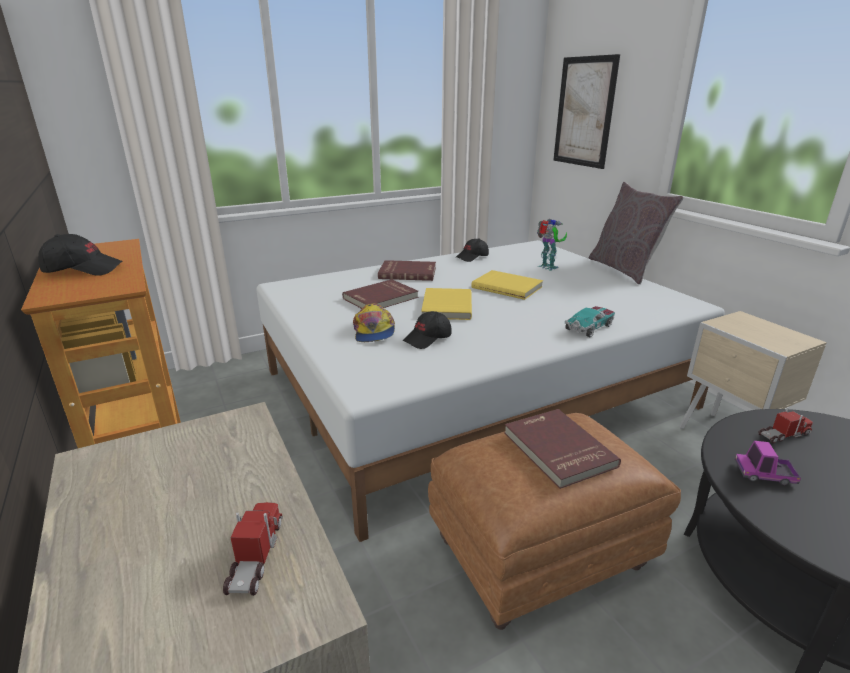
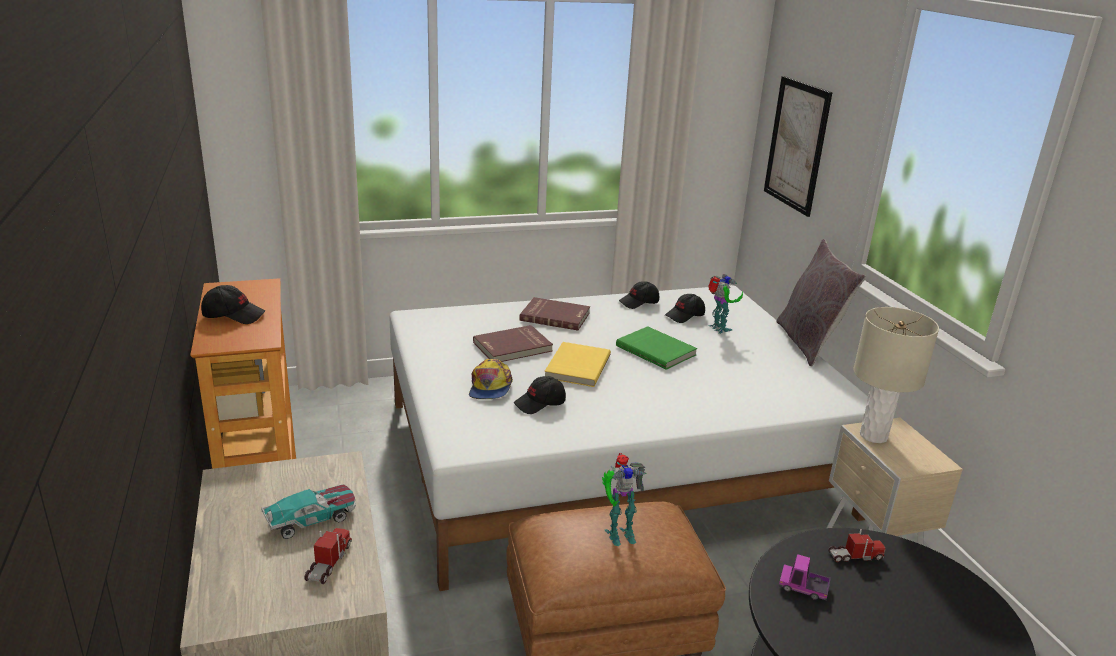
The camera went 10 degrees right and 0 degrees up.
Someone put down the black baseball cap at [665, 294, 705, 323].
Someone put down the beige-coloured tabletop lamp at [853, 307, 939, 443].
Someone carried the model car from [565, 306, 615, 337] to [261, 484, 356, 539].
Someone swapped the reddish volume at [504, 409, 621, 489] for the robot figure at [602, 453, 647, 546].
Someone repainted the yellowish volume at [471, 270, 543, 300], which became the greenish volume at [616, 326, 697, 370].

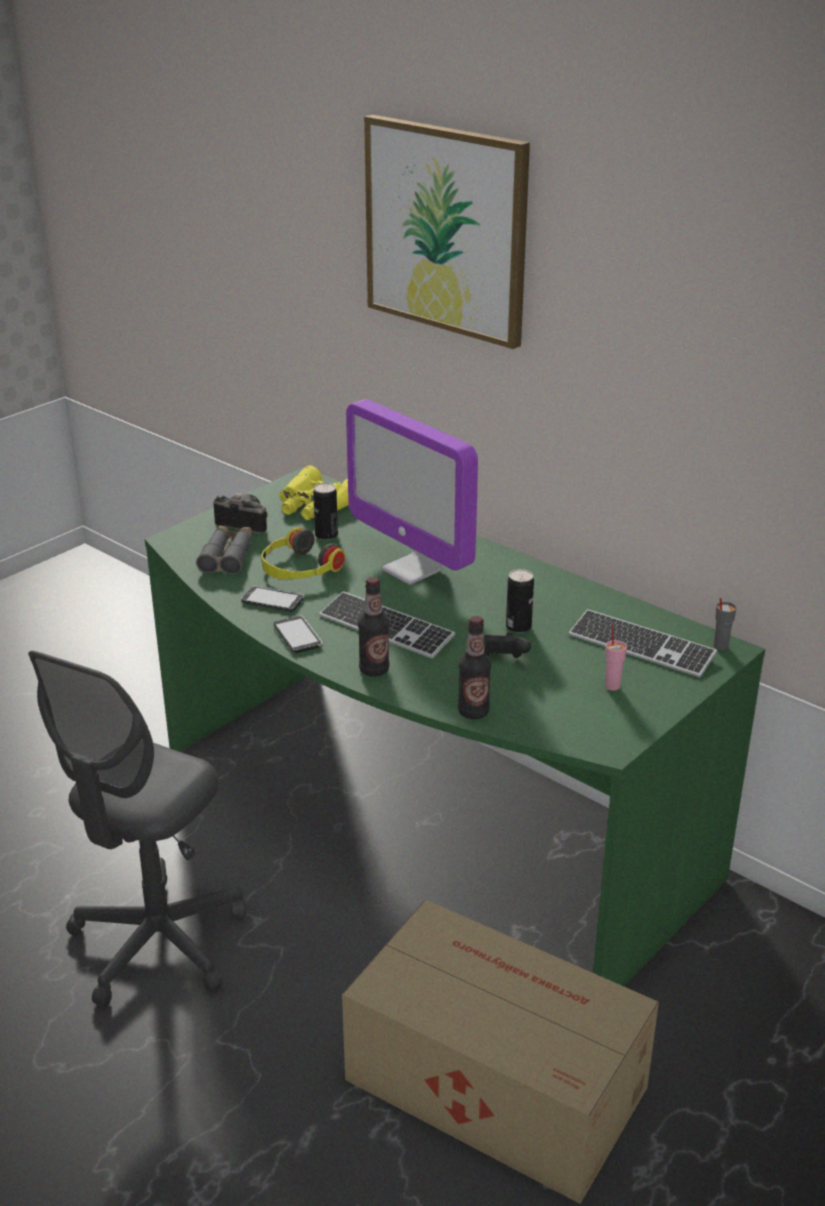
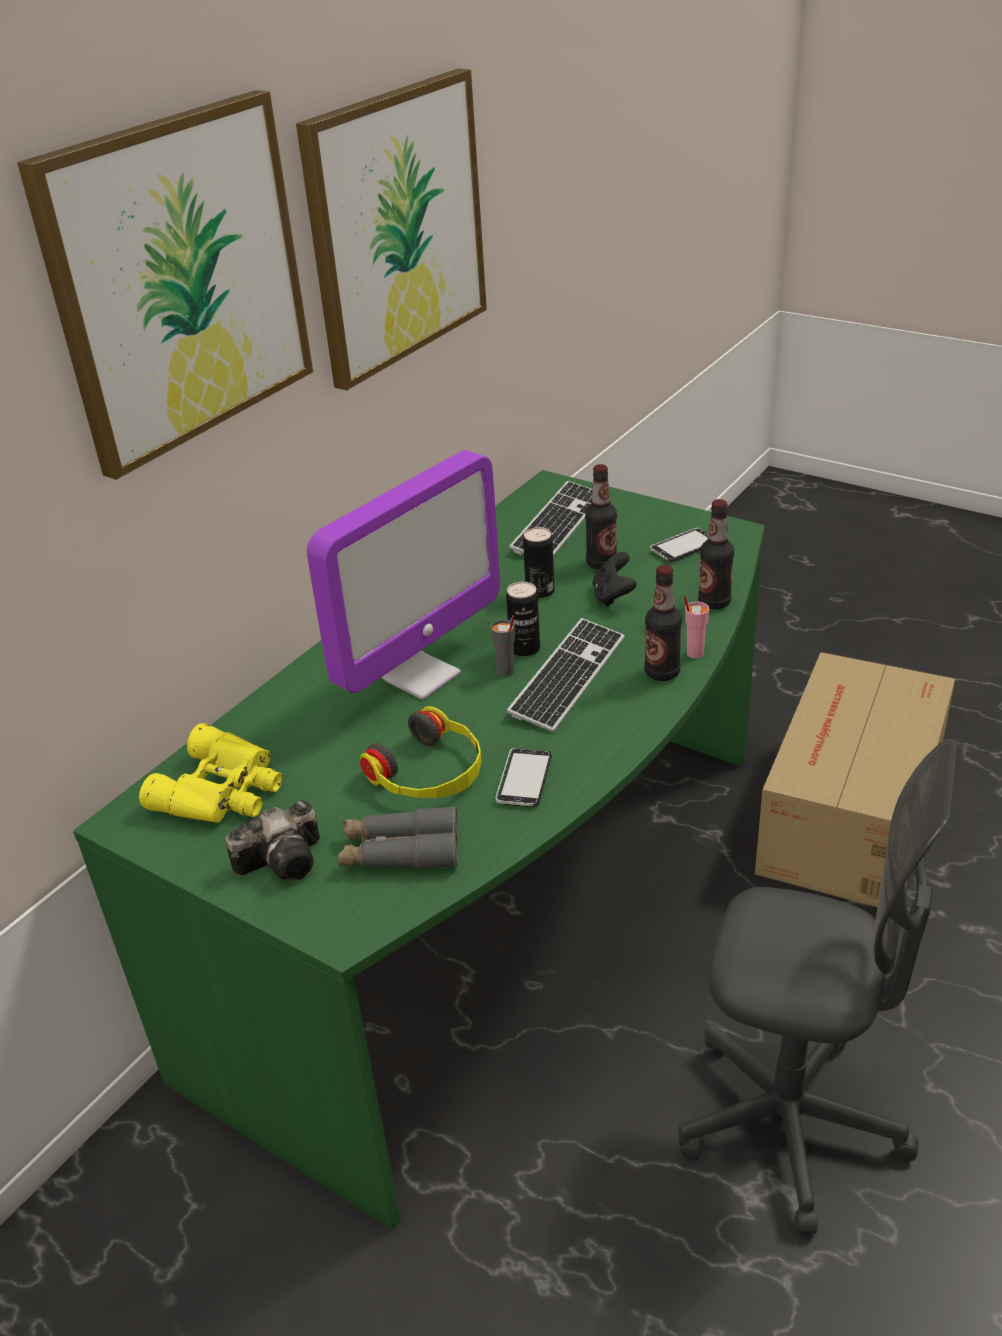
The camera went 95 degrees left and 5 degrees up.
Someone put up the wall picture at [296, 69, 487, 391].
Someone put down the bottle at [585, 464, 617, 570].
Someone carried the phone from [274, 616, 323, 653] to [650, 528, 708, 563].
Someone carried the sealed can from [313, 483, 338, 540] to [506, 582, 540, 657].
Someone carried the pink small cup from [605, 625, 627, 691] to [684, 596, 709, 658].
Someone carried the gray small cup from [714, 597, 737, 650] to [491, 615, 515, 677].
Someone rotated the still camera at [213, 493, 268, 533] by 135 degrees counterclockwise.

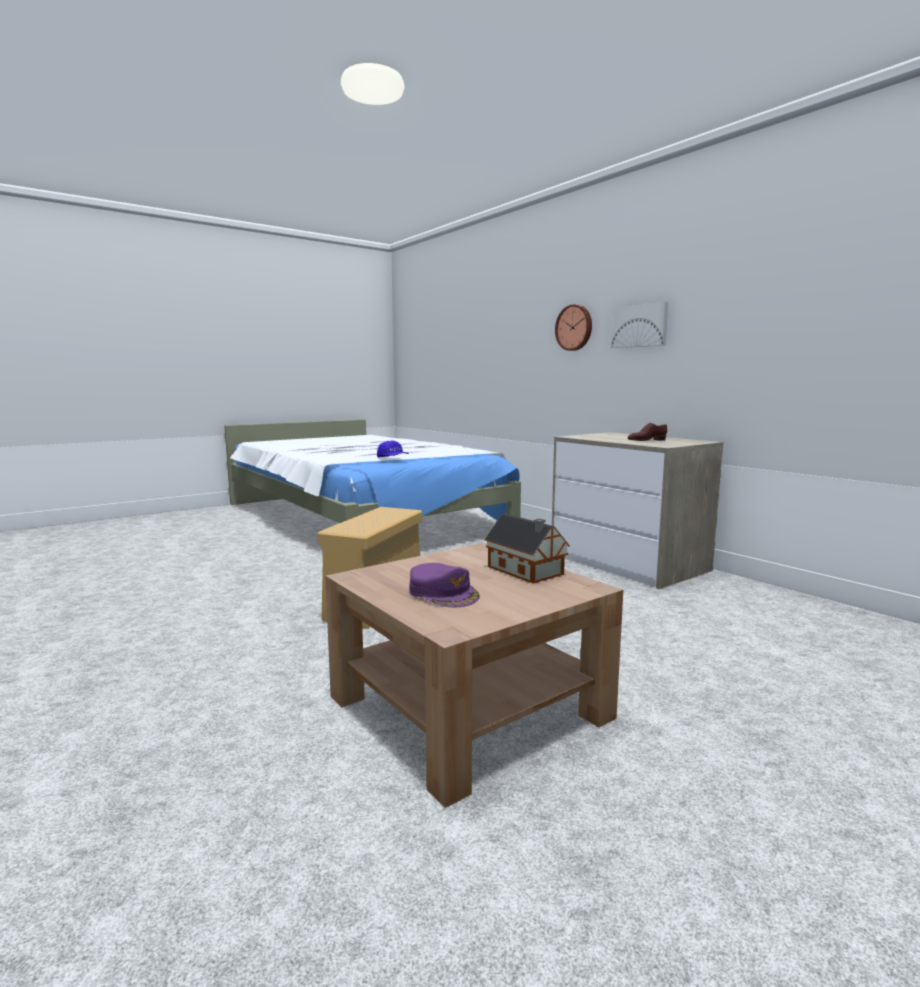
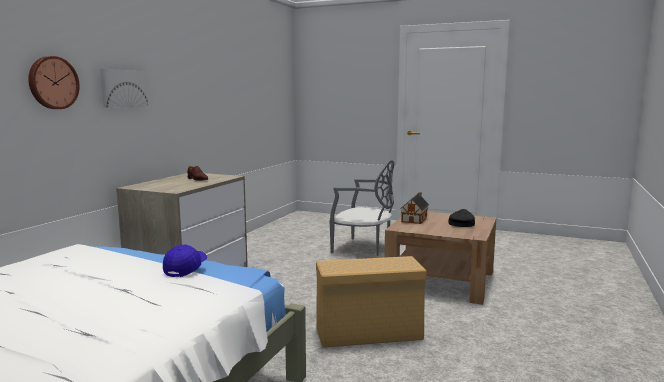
The camera went 120 degrees left and 0 degrees up.
Someone put down the gray chair at [330, 160, 395, 256].
Someone repainted the purple-coloured baseball cap at [409, 563, 480, 607], which became the black baseball cap at [448, 209, 475, 227].

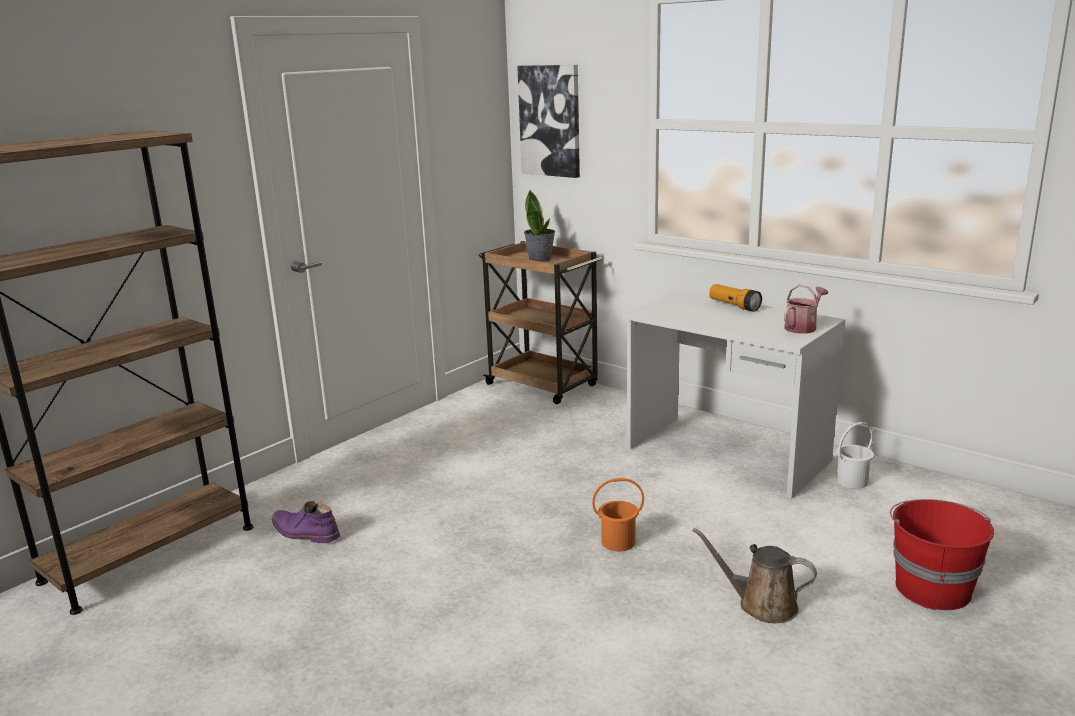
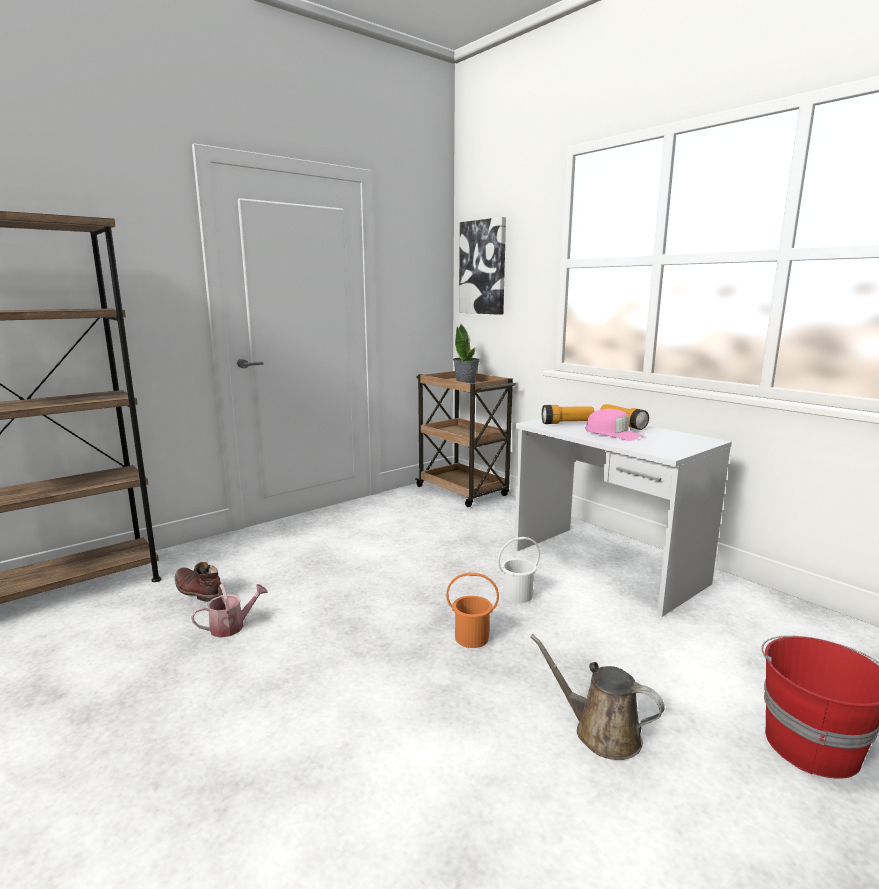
The camera went 10 degrees right and 5 degrees down.
Someone put down the torch at [542, 405, 594, 424].
Someone put down the pink baseball cap at [585, 409, 644, 441].
Someone carried the watering can from [784, 285, 828, 334] to [191, 584, 268, 638].
Someone carried the white bucket from [836, 422, 874, 489] to [498, 537, 540, 603].
Someone repainted the purple-coloured high-top boot at [272, 501, 340, 543], which became the brown high-top boot at [175, 562, 223, 602].

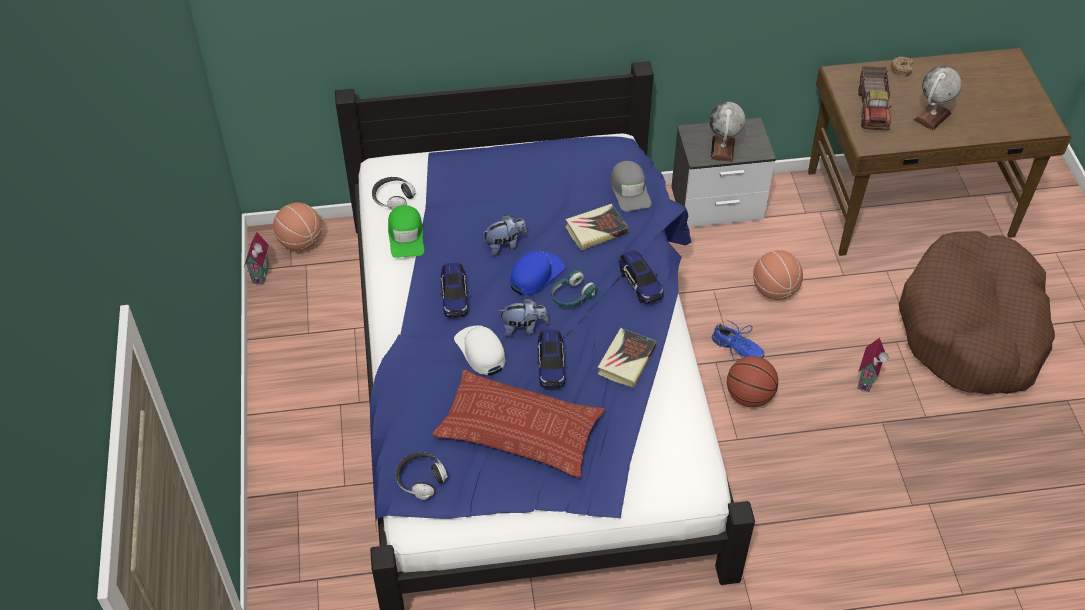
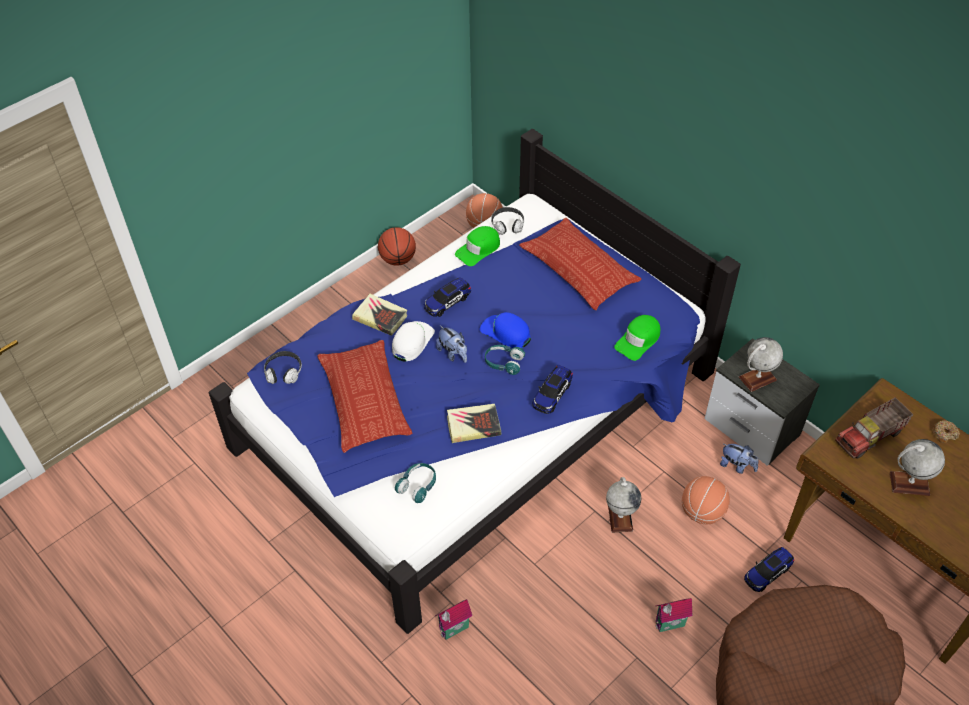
The camera went 55 degrees right and 0 degrees up.
Someone put down the turquoise headset at [395, 463, 436, 503].
Someone put down the cushion at [519, 218, 641, 310].
Someone carried the toy house from [244, 232, 269, 285] to [435, 599, 472, 640].
Someone carried the soft toy from [483, 215, 527, 256] to [720, 443, 759, 474].
Someone carried the model car from [537, 330, 566, 389] to [744, 547, 795, 592].
Someone carried the volume from [565, 204, 629, 251] to [352, 294, 407, 336].
Someone carried the basketball ball from [727, 356, 778, 407] to [378, 227, 416, 266].
Someone swapped the blue-coloured shoe at [712, 320, 765, 358] for the desk globe at [606, 477, 641, 533].
Someone repainted the gray baseball cap at [611, 161, 652, 211], which became the greenish baseball cap at [614, 315, 660, 361].
Someone rotated the blue-coloured baseball cap at [510, 251, 565, 295] by 150 degrees counterclockwise.

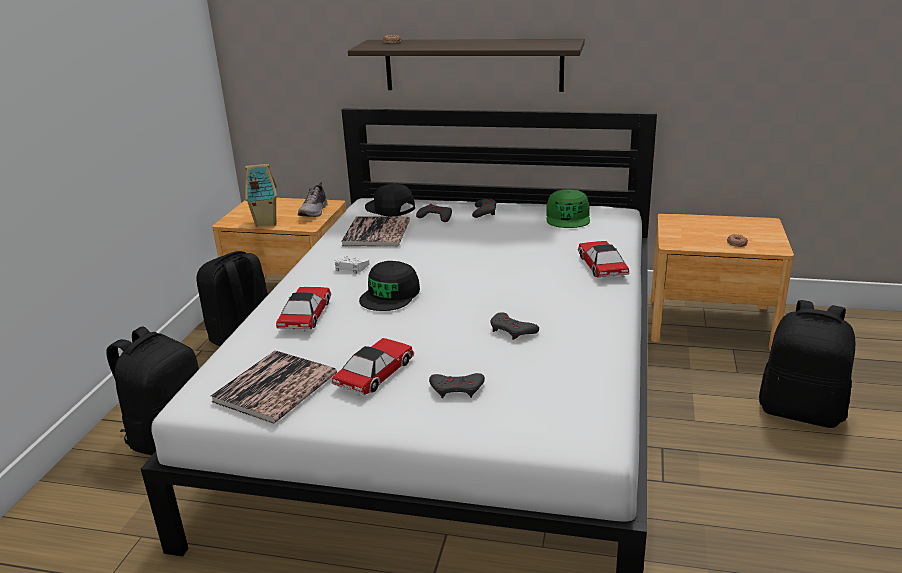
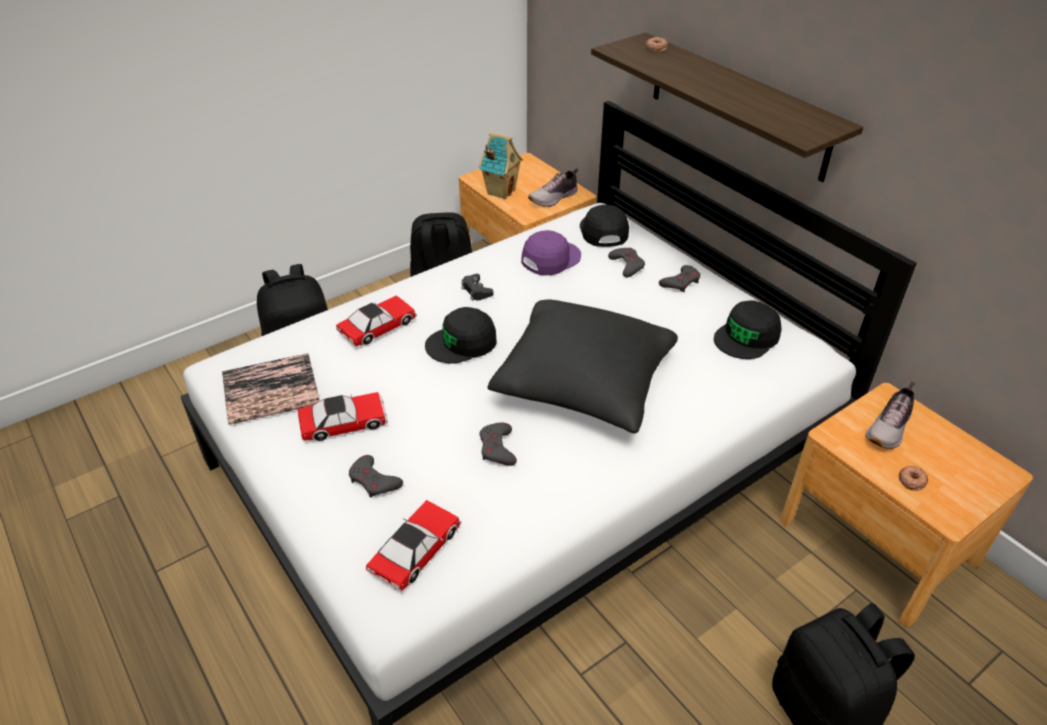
The camera went 40 degrees right and 15 degrees up.
Someone put down the black cushion at [488, 299, 678, 433].
Someone put down the shoe at [865, 382, 915, 449].
Someone carried the model car from [578, 241, 629, 278] to [366, 500, 461, 591].
Someone swapped the volume at [341, 216, 410, 247] for the purple-coloured baseball cap at [521, 230, 581, 275].
Someone repainted the white joypad at [335, 256, 369, 274], which became the black joypad at [461, 274, 493, 301].
Someone repainted the greenish baseball cap at [546, 190, 590, 228], which became the black baseball cap at [714, 301, 782, 359].

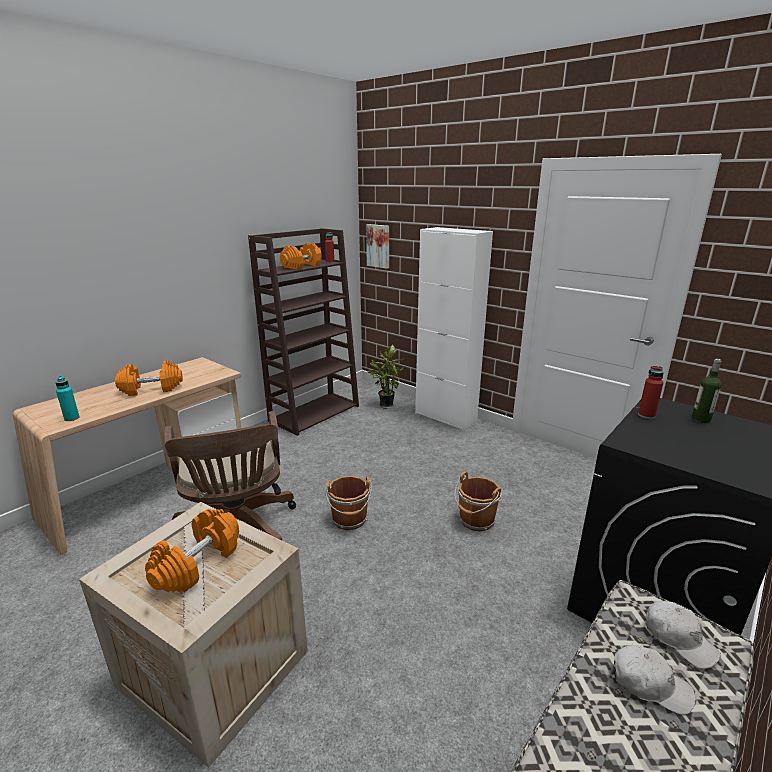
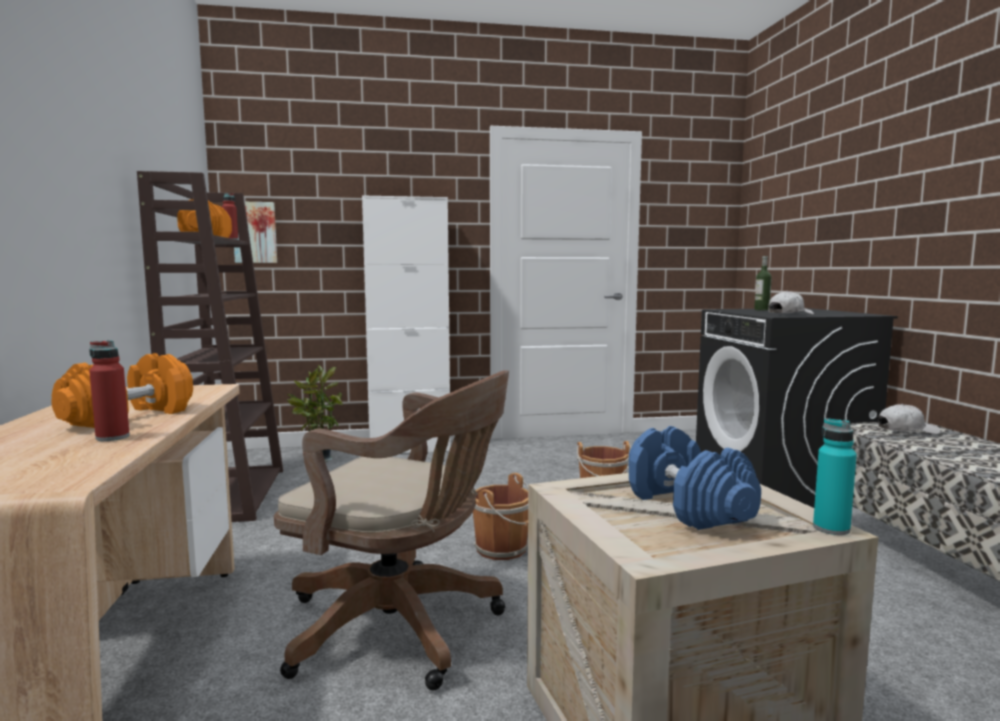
The camera went 50 degrees left and 15 degrees down.
Someone carried the turquoise bottle from [55, 376, 79, 421] to [813, 418, 857, 535].
Someone carried the white baseball cap from [613, 645, 696, 715] to [768, 291, 814, 315].
Someone carried the reddish bottle from [638, 366, 664, 419] to [89, 340, 130, 441].
Someone repainted the orange-coloured free weight at [145, 509, 239, 592], which became the blue-coloured free weight at [629, 426, 761, 530].

